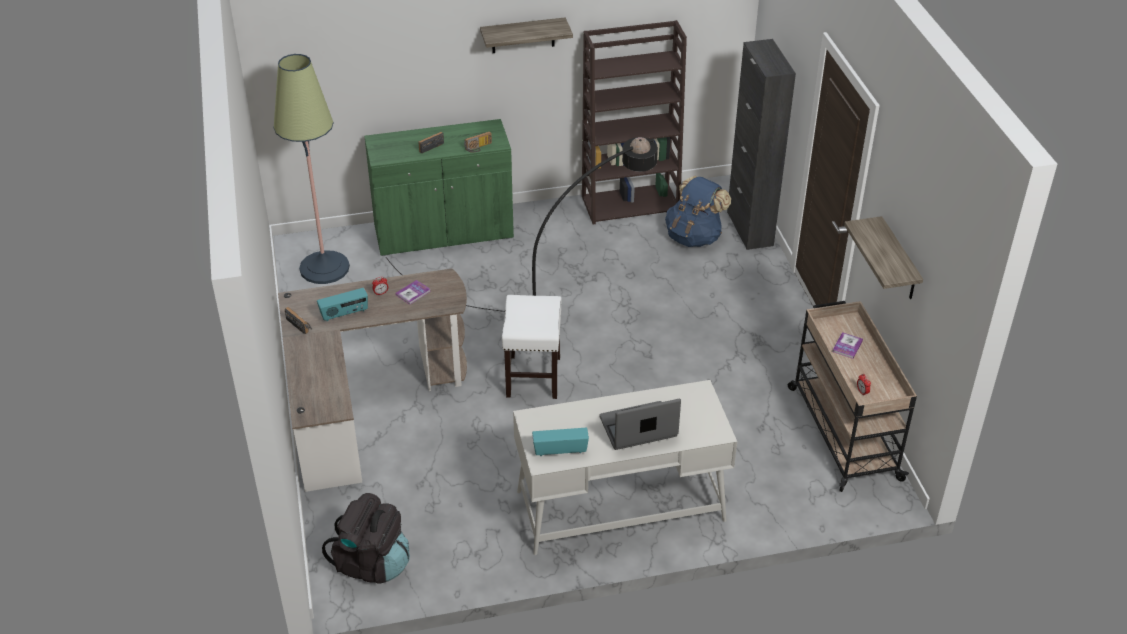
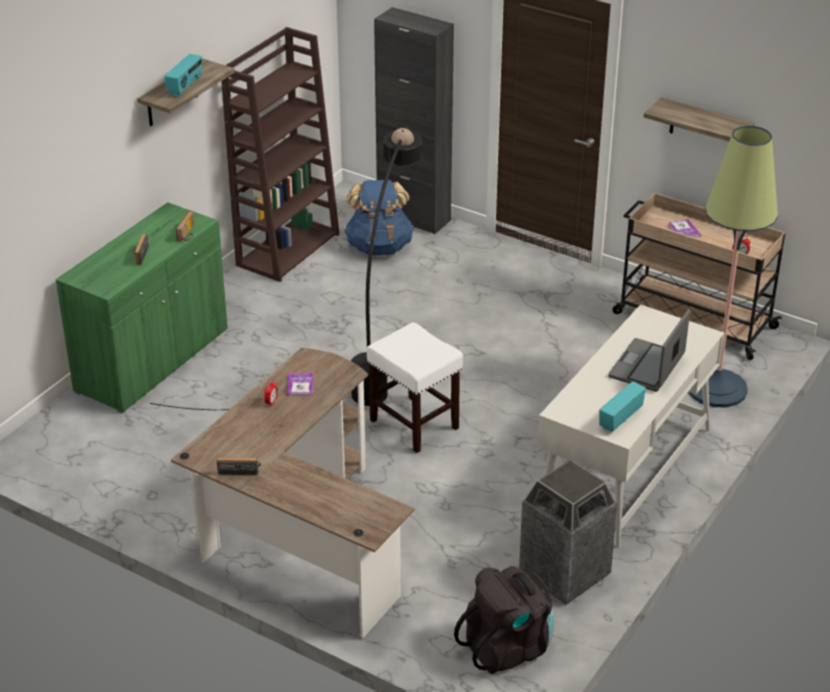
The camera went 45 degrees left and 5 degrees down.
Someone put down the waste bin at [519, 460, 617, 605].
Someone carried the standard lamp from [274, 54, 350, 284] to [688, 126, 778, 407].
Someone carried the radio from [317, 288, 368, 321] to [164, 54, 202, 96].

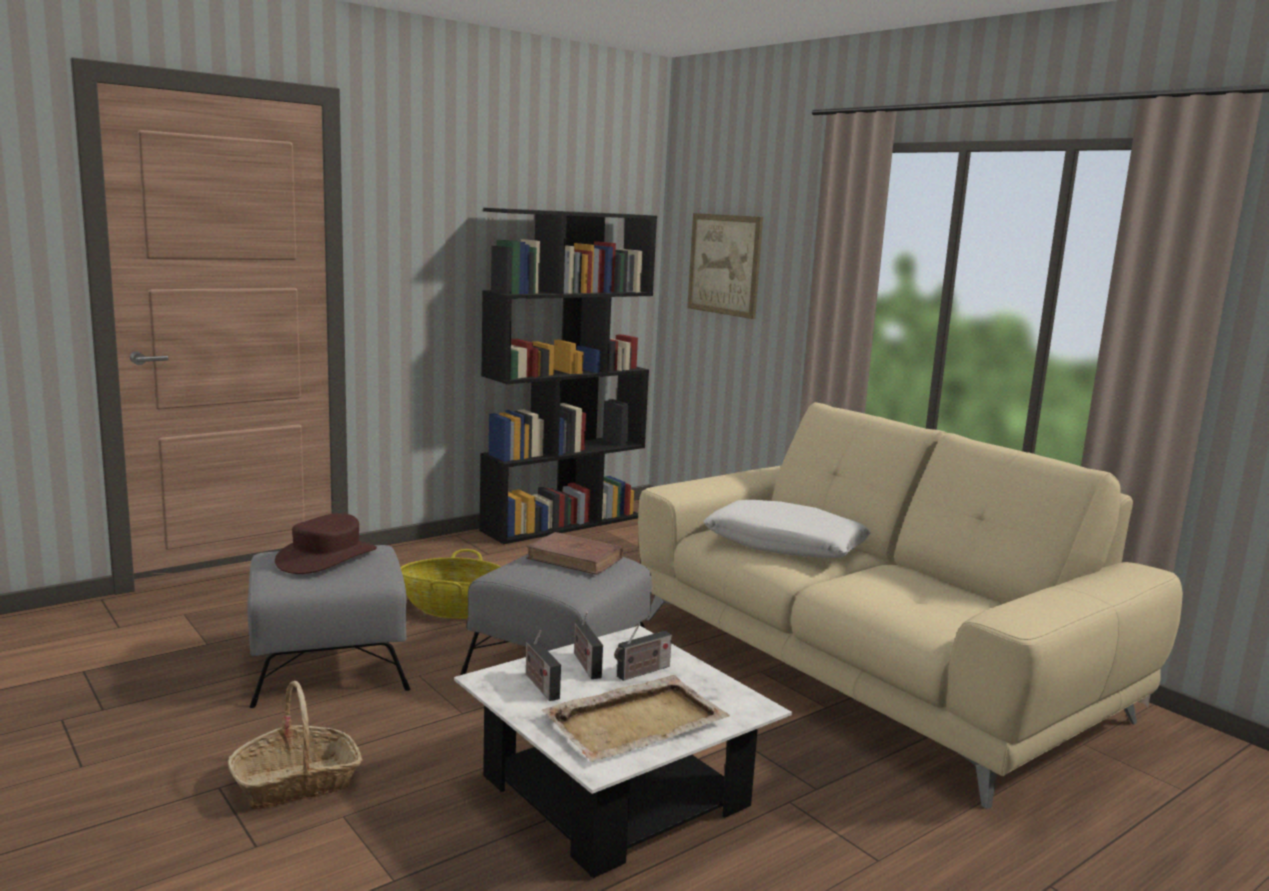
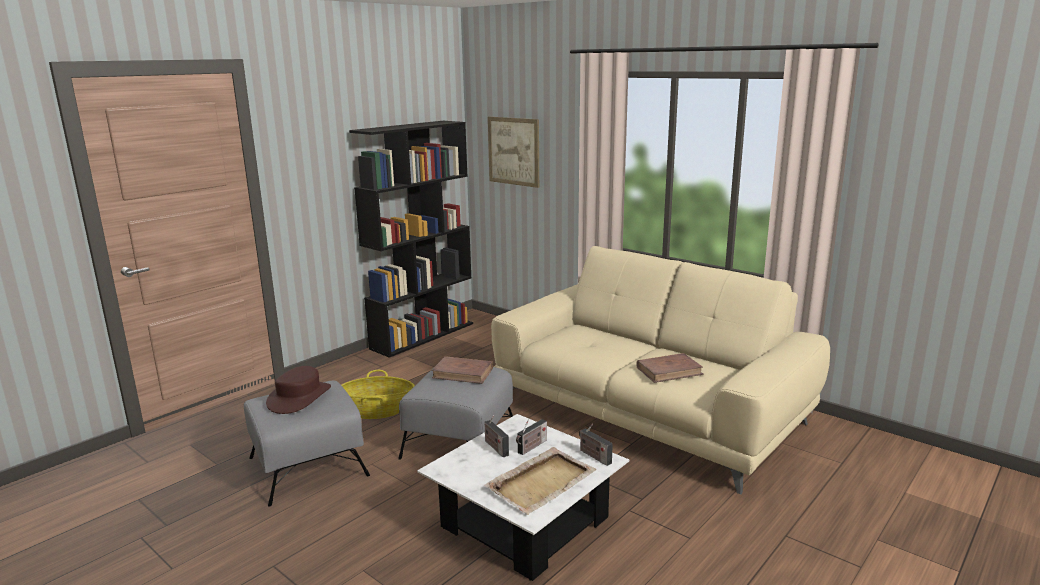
The camera went 10 degrees left and 5 degrees up.
Someone took away the storage basket at [228, 681, 363, 809].
Someone took away the white cushion at [703, 500, 871, 558].
Someone put down the brown volume at [636, 353, 704, 383].
Someone carried the radio from [526, 630, 561, 701] to [579, 423, 613, 466].

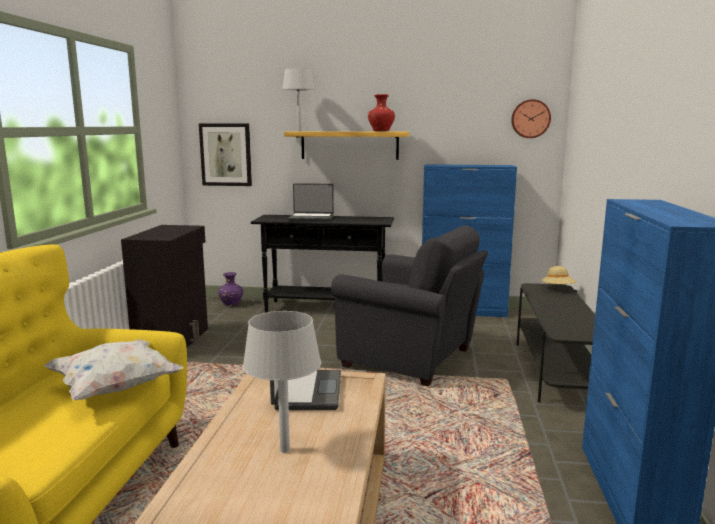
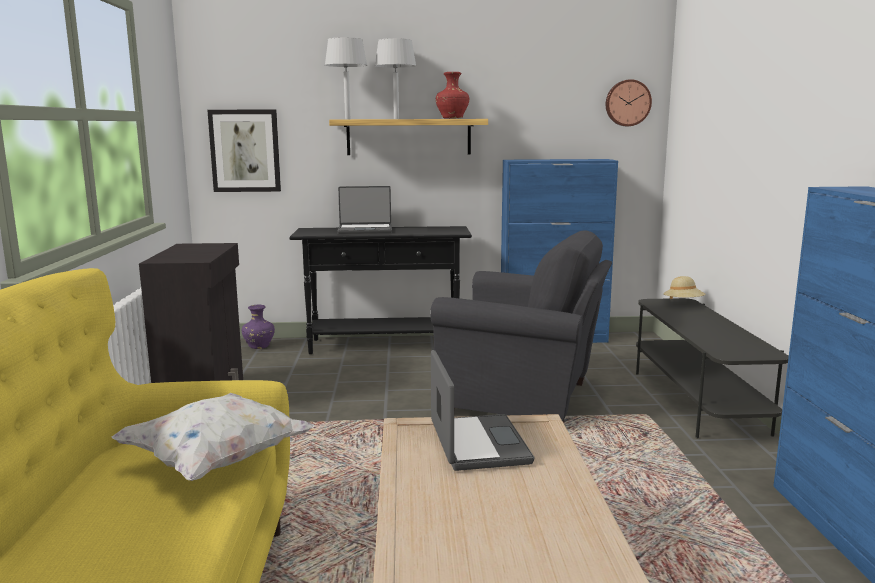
The camera went 10 degrees left and 0 degrees up.
Someone carried the gray tabletop lamp from [243, 311, 321, 453] to [375, 38, 416, 119].

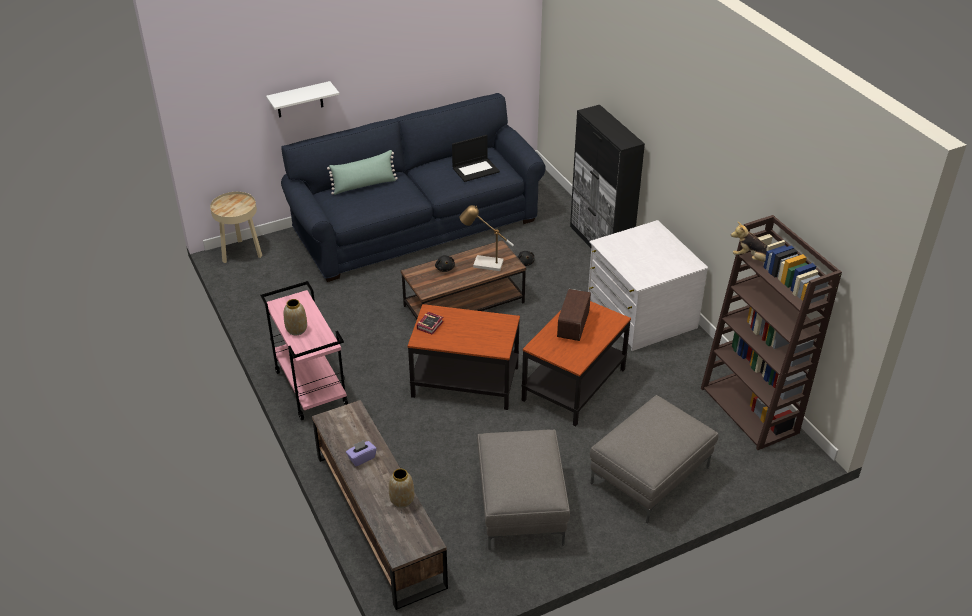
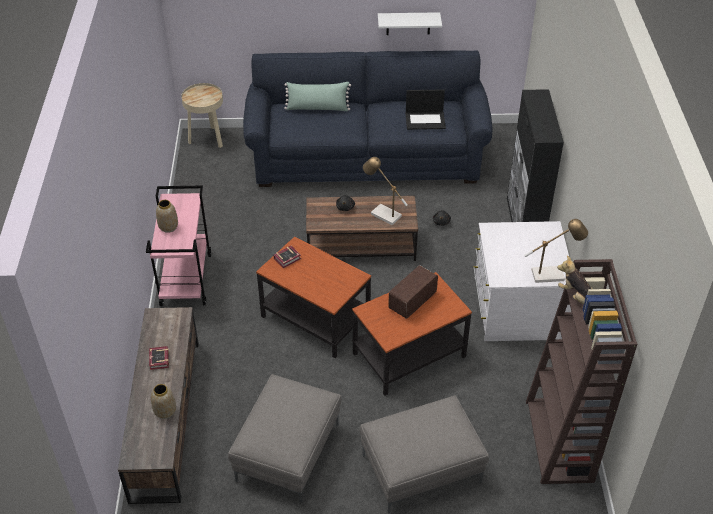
The camera went 25 degrees right and 5 degrees up.
Someone put down the tabletop lamp at [524, 219, 588, 283].
Someone carried the white shelf from [266, 81, 339, 118] to [378, 12, 442, 35].
Someone swapped the purple-coloured tissue holder at [346, 440, 377, 466] for the volume at [149, 346, 169, 370].

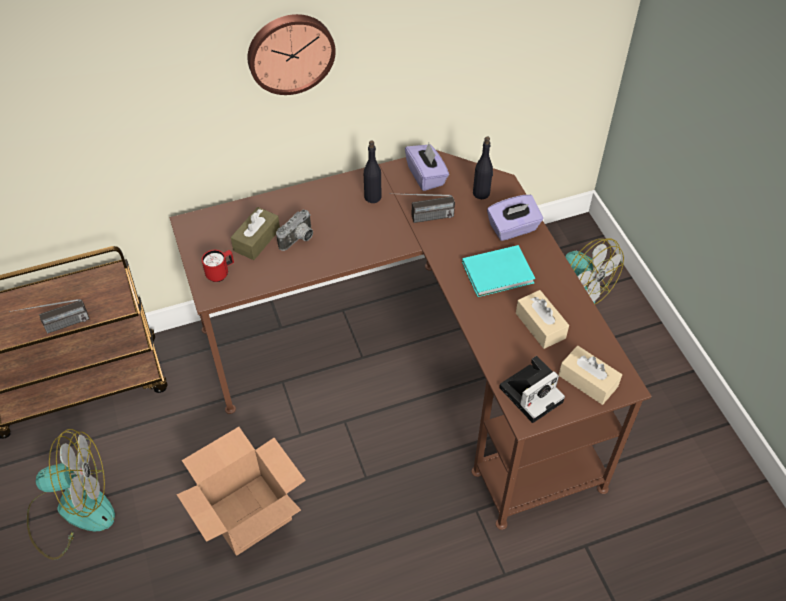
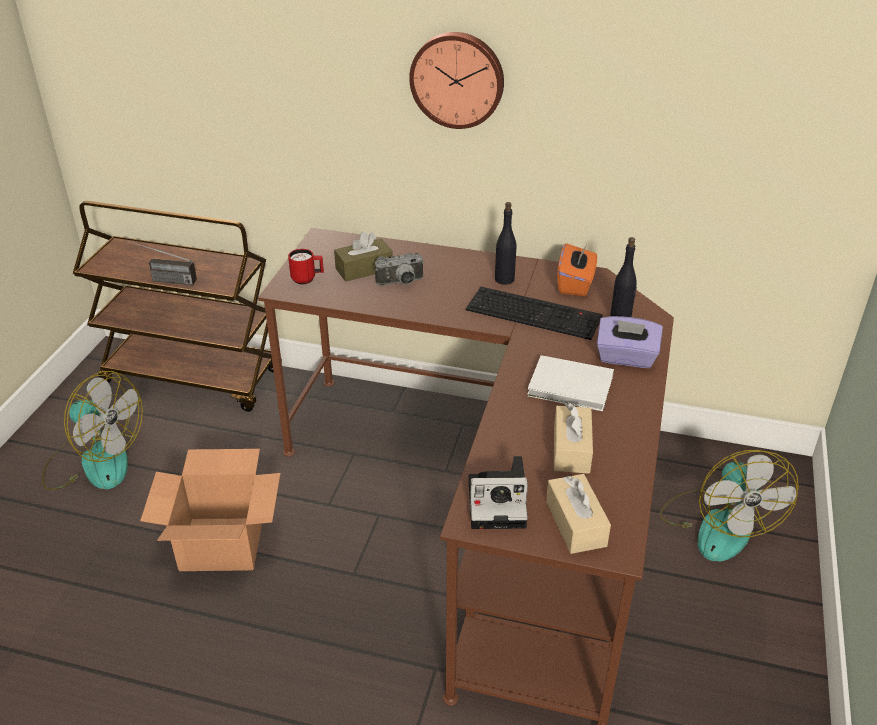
The camera went 35 degrees right and 15 degrees down.
Someone swapped the radio at [389, 193, 455, 223] for the computer keyboard at [466, 287, 603, 340].
Someone repainted the purple-coloured tissue holder at [405, 143, 449, 191], which became the orange-coloured tissue holder at [557, 243, 597, 296].
Someone repainted the turquoise volume at [462, 245, 535, 297], which became the white volume at [527, 355, 614, 411].

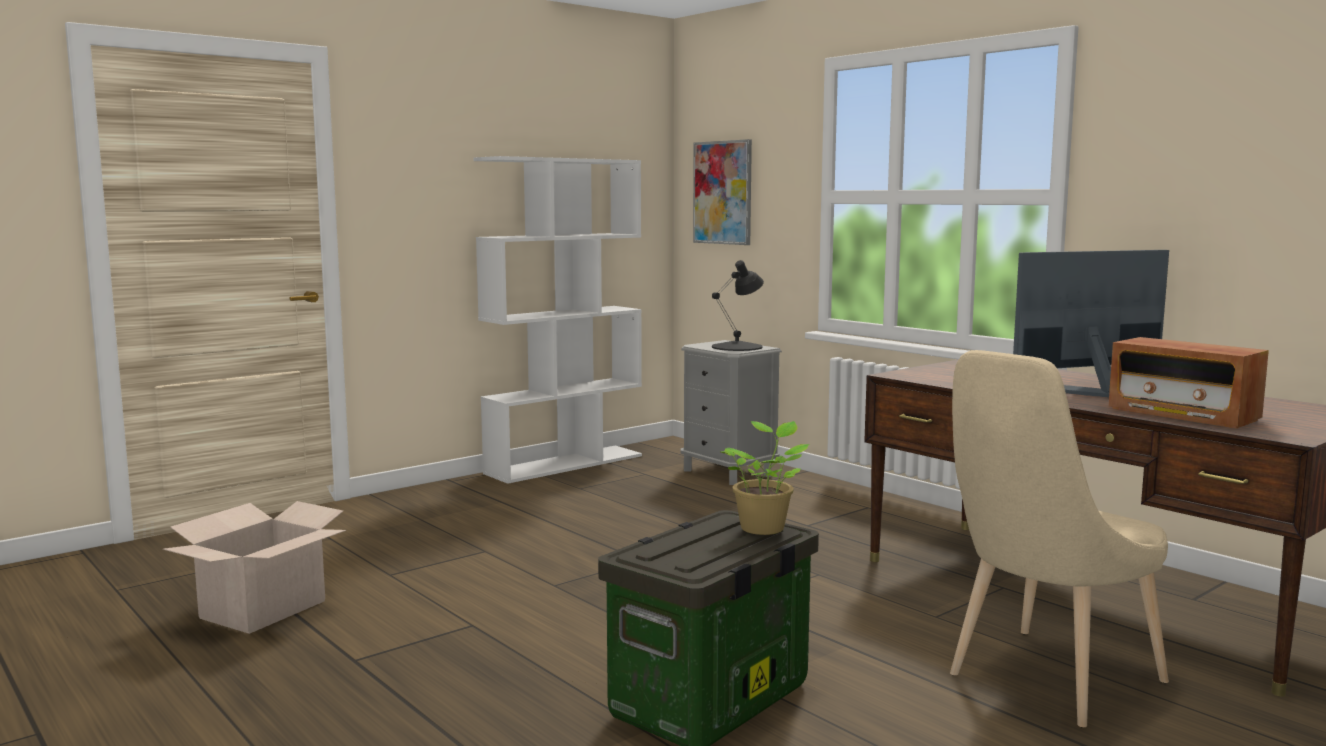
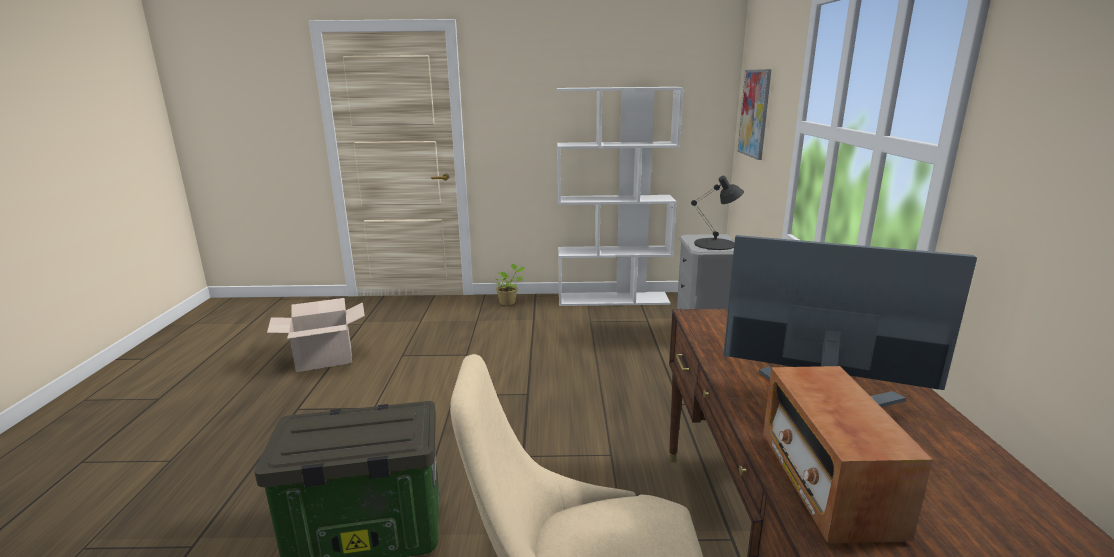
The camera went 40 degrees right and 10 degrees up.
Someone carried the plant in a pot from [719, 421, 809, 535] to [496, 264, 525, 305].

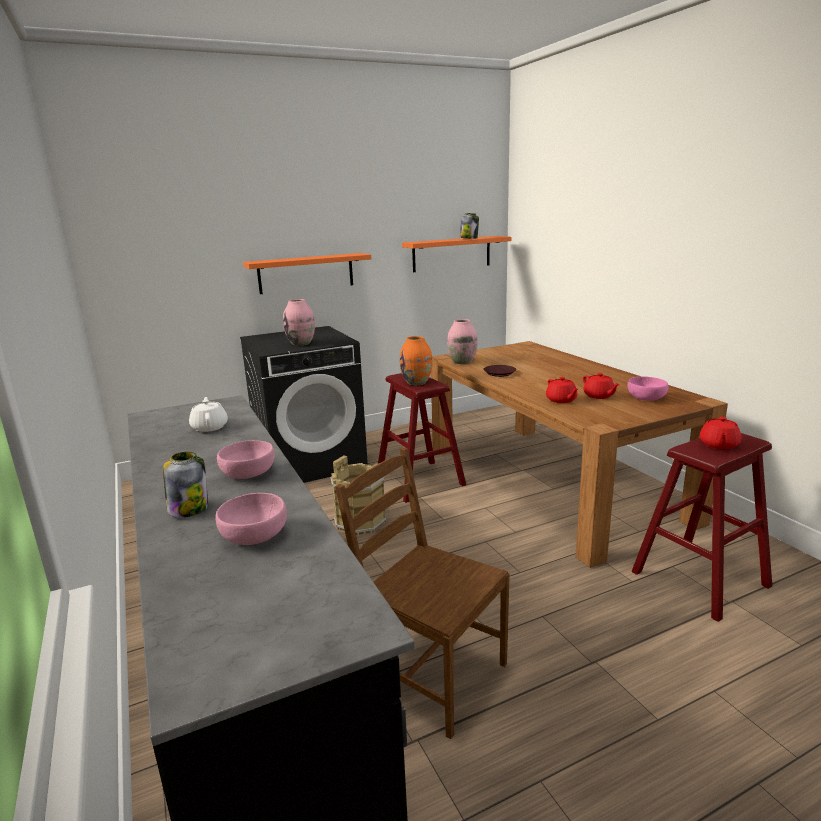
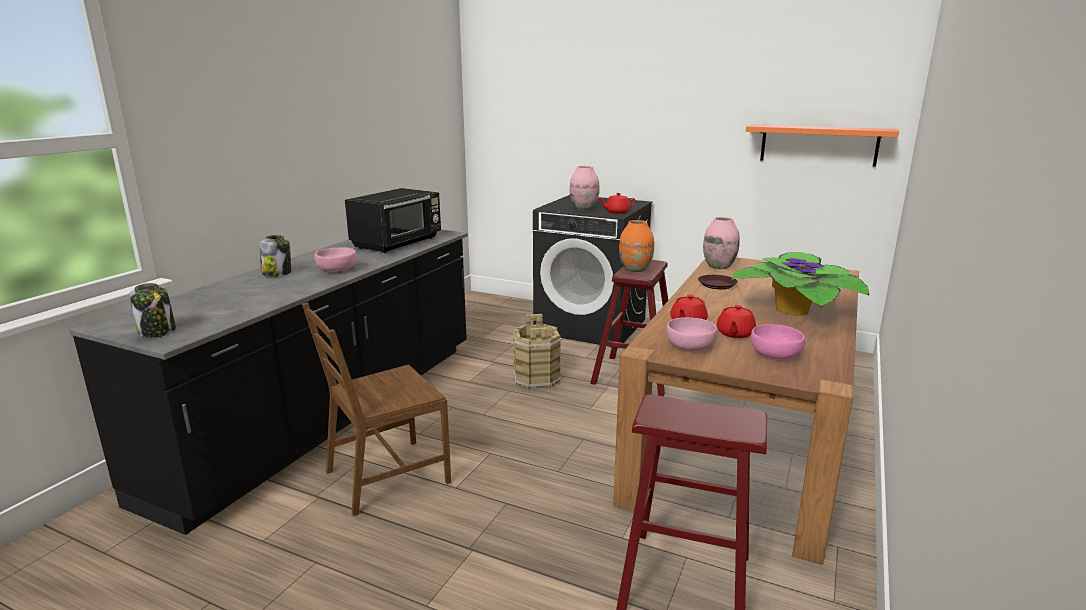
The camera went 50 degrees right and 0 degrees up.
Someone took away the orange-coloured shelf at [243, 253, 371, 294].
Someone put down the plant in a pot at [731, 252, 869, 316].
Someone carried the pink deep dish from [215, 493, 287, 545] to [666, 317, 717, 351].
Someone carried the storage jar from [460, 213, 479, 239] to [129, 283, 176, 338].
Someone carried the reddish teapot from [699, 417, 741, 450] to [599, 193, 636, 214].
Someone swapped the white teapot at [189, 397, 228, 432] for the black microwave oven at [345, 188, 441, 253].
Someone rotated the brown chair at [335, 447, 510, 739] by 120 degrees counterclockwise.

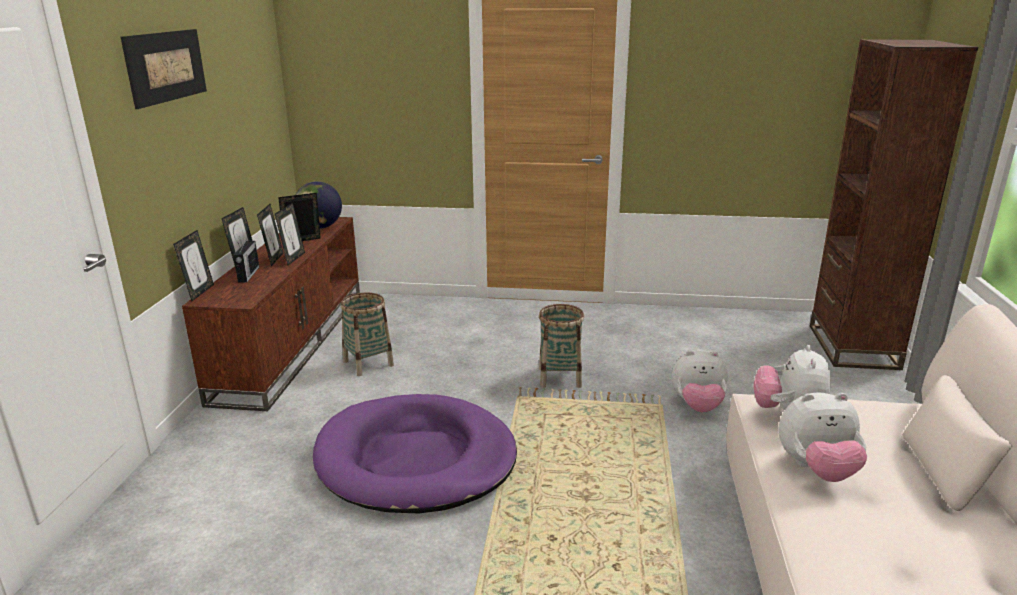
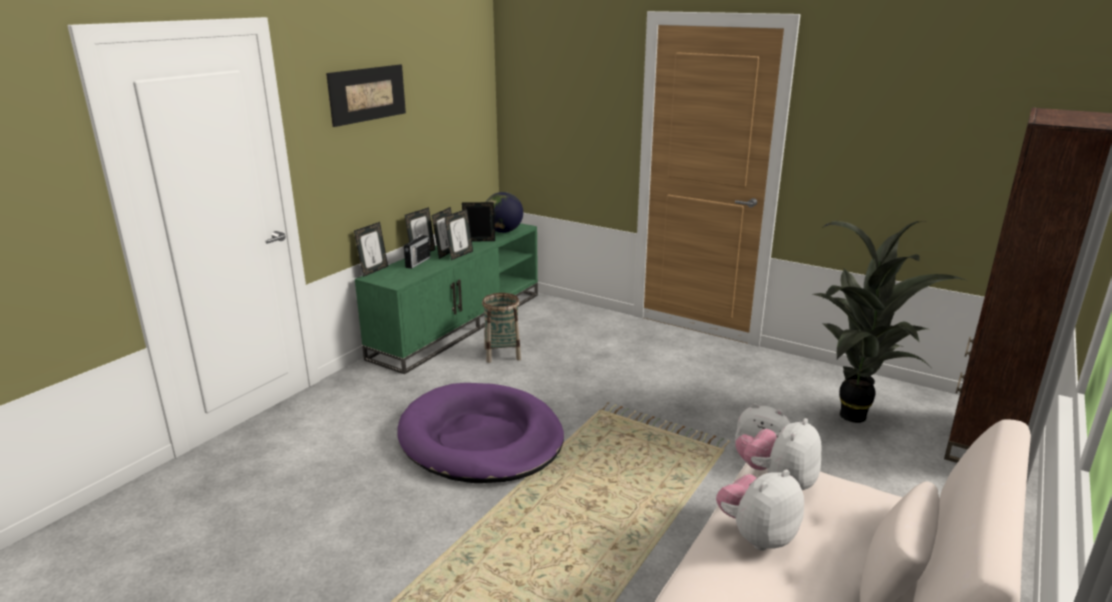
The camera went 25 degrees right and 0 degrees up.
Someone took away the storage basket at [539, 304, 584, 388].
Someone put down the plant in a pot at [813, 221, 968, 423].
Someone repainted the brown tv stand at [182, 217, 360, 411], which became the greenish tv stand at [355, 223, 538, 374].
Someone rotated the soft toy at [779, 392, 867, 482] by 120 degrees clockwise.

